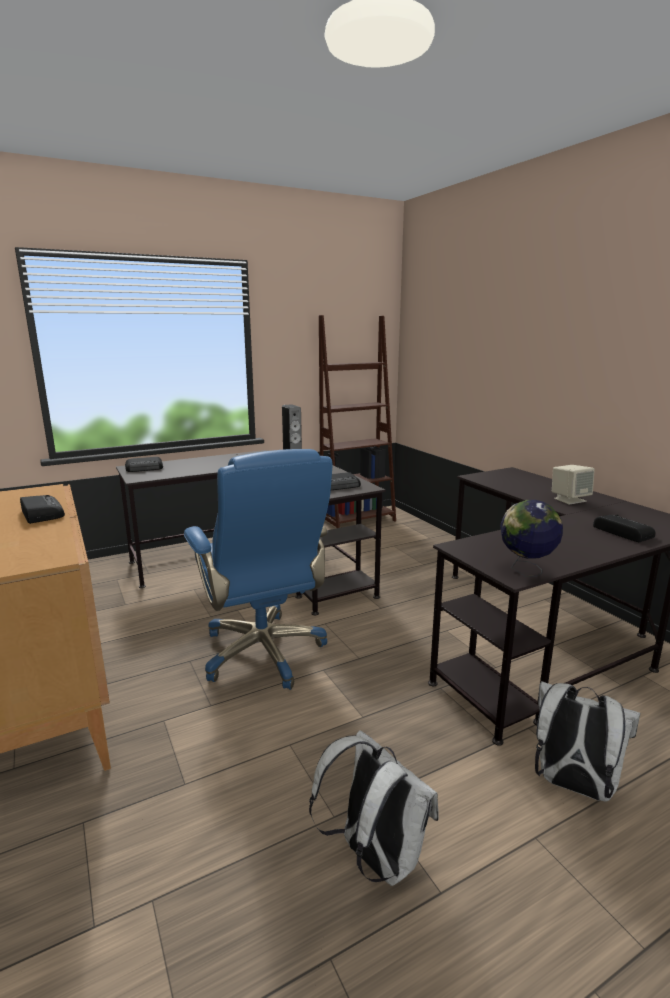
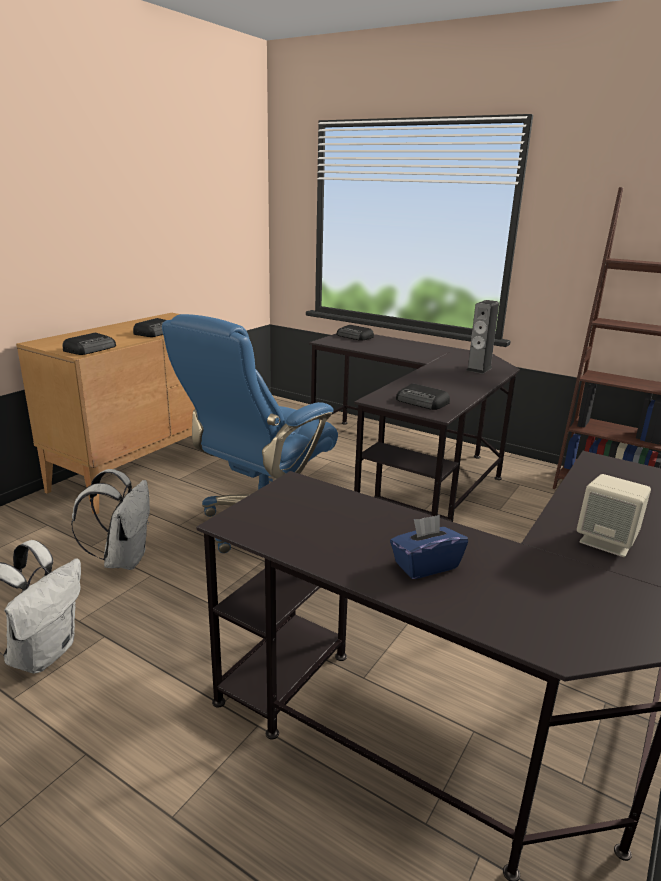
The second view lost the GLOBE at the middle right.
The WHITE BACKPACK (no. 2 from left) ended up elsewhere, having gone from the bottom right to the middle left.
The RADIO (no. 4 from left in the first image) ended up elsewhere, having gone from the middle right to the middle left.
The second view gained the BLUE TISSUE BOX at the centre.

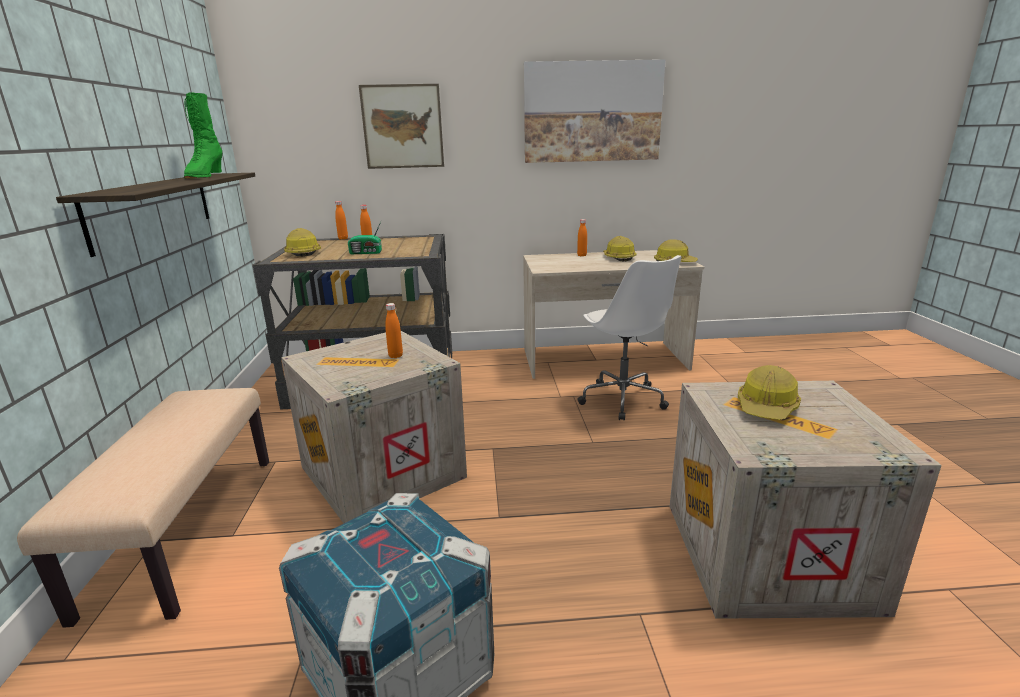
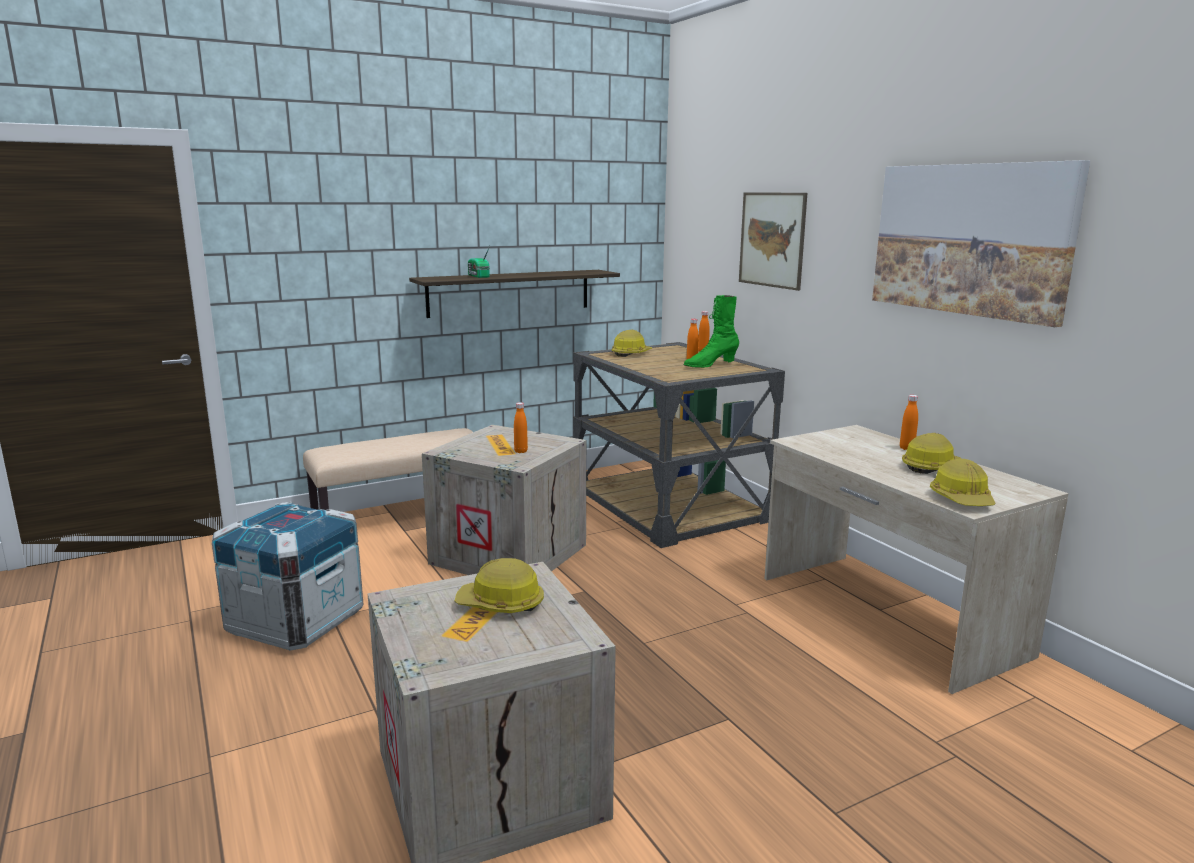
The GREEN BOOT ended up elsewhere, having gone from the top left to the centre.
The RADIO ended up elsewhere, having gone from the centre to the top centre.
The second view lost the WHITE OFFICE CHAIR at the centre.

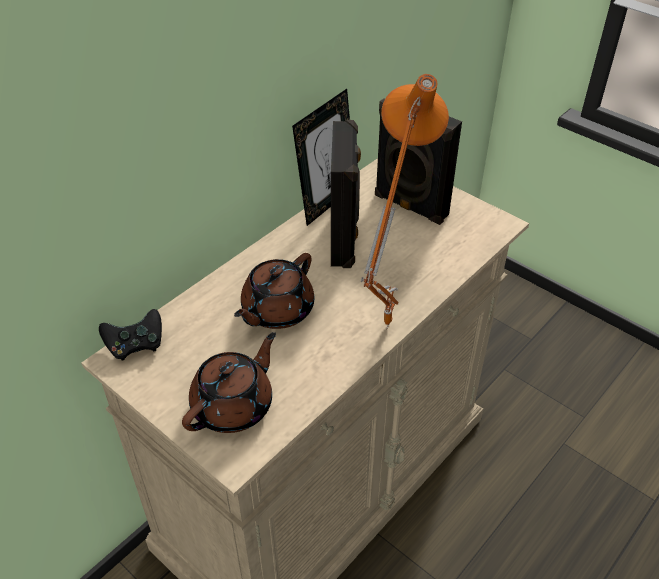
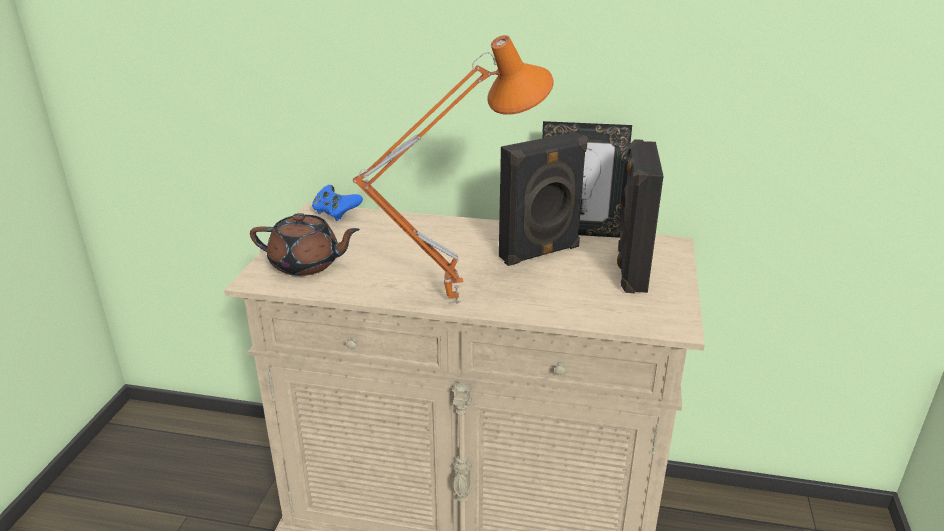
What was the BLACK GAME CONTROLLER at the middle left turned into the BLUE GAME CONTROLLER at the centre.
The second view lost the BROWN TEAPOT (no. 2 from left) at the centre.

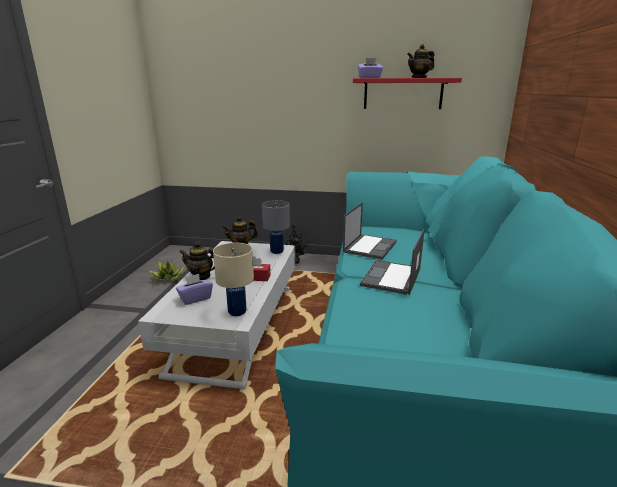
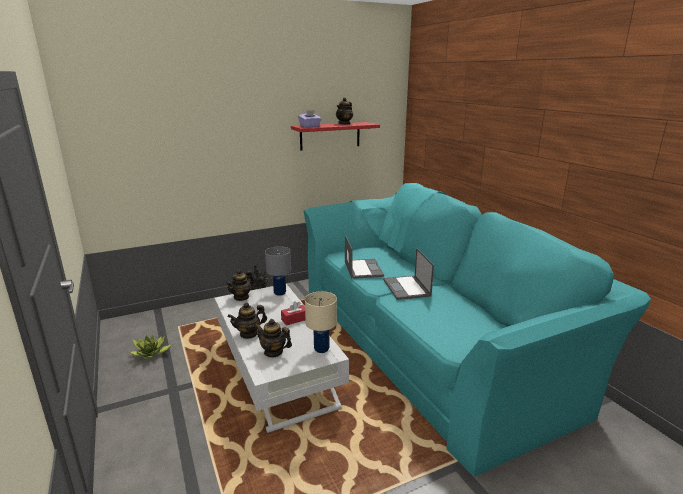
Where the PURPLE TISSUE BOX (no. 1 from left) stood at the middle left, the TEAPOT (no. 3 from left) came to stand at the bottom centre.

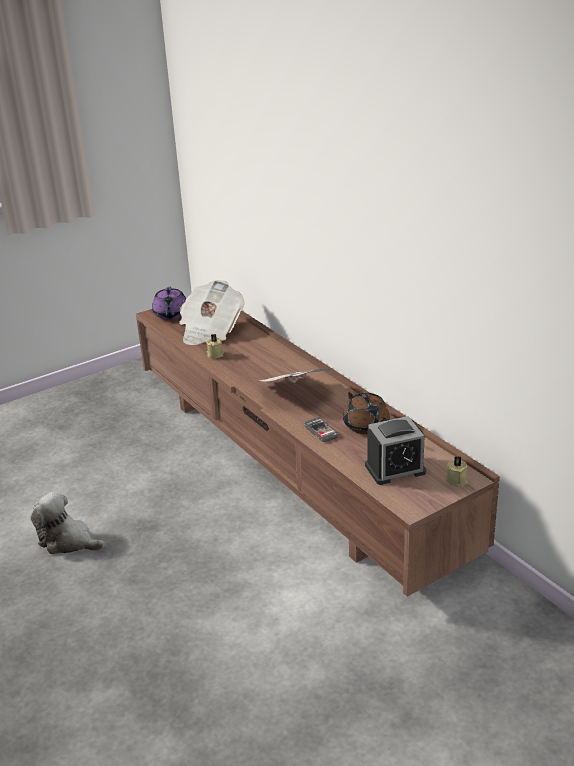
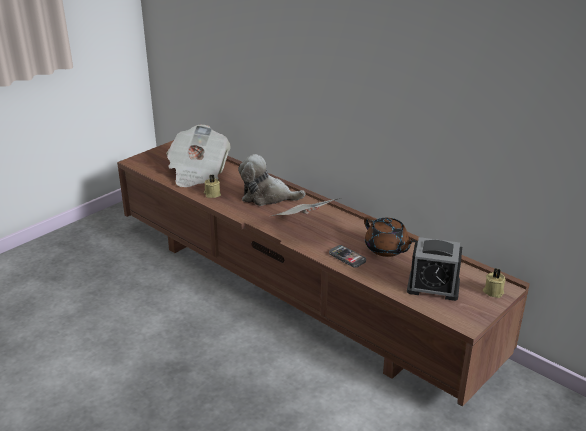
The PLUSH TOY ended up elsewhere, having gone from the bottom left to the centre.
The second view lost the PURPLE TEAPOT at the middle left.
The ALARM CLOCK at the middle right ended up facing another way, 45 degrees clockwise from before.

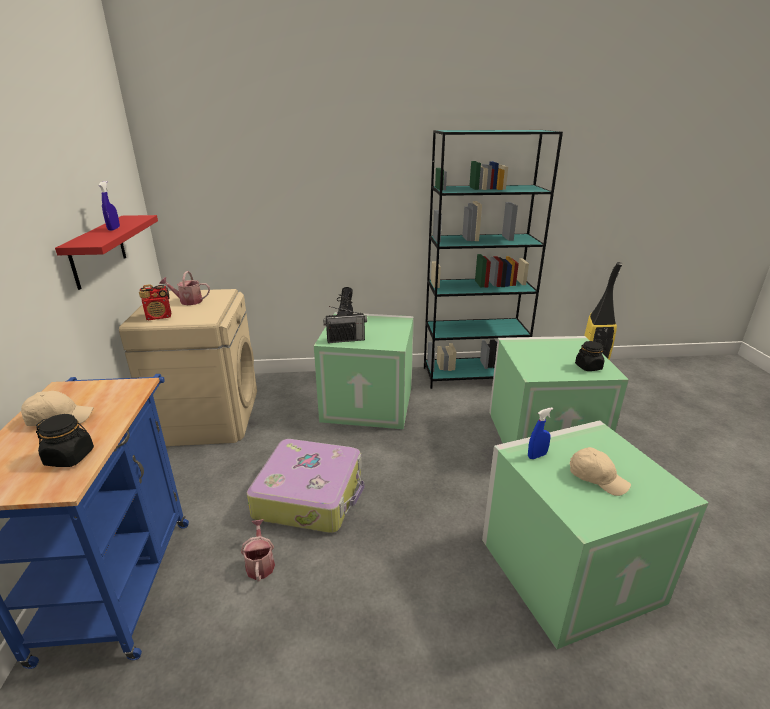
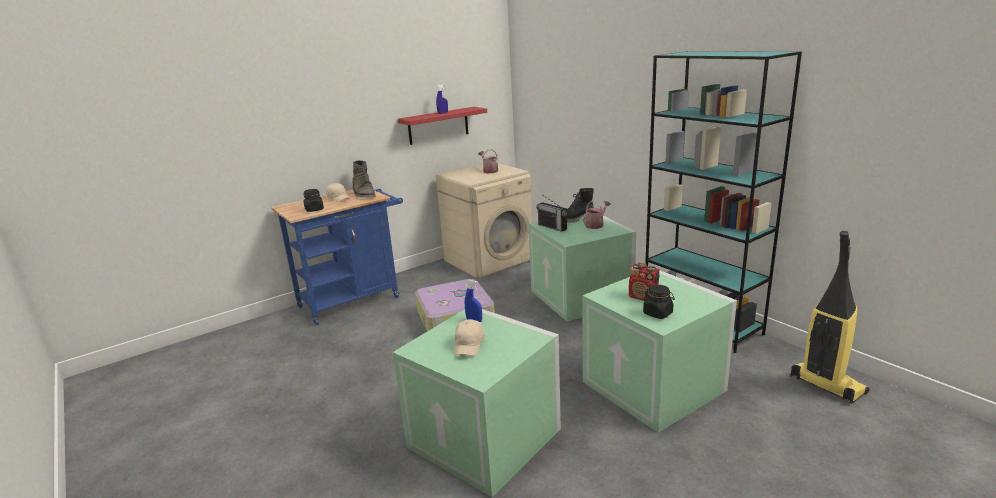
The RADIO (no. 1 from left in the first image) ended up elsewhere, having gone from the middle left to the centre.
The WATERING CAN (no. 2 from left) ended up elsewhere, having gone from the bottom centre to the centre.
The second view gained the GREEN BOOT at the centre.

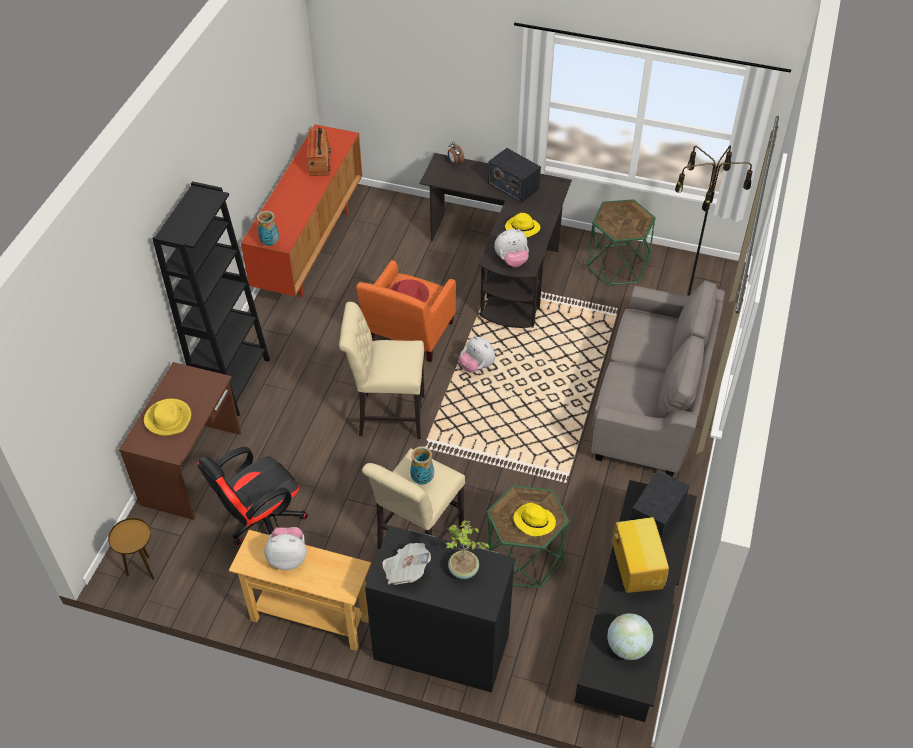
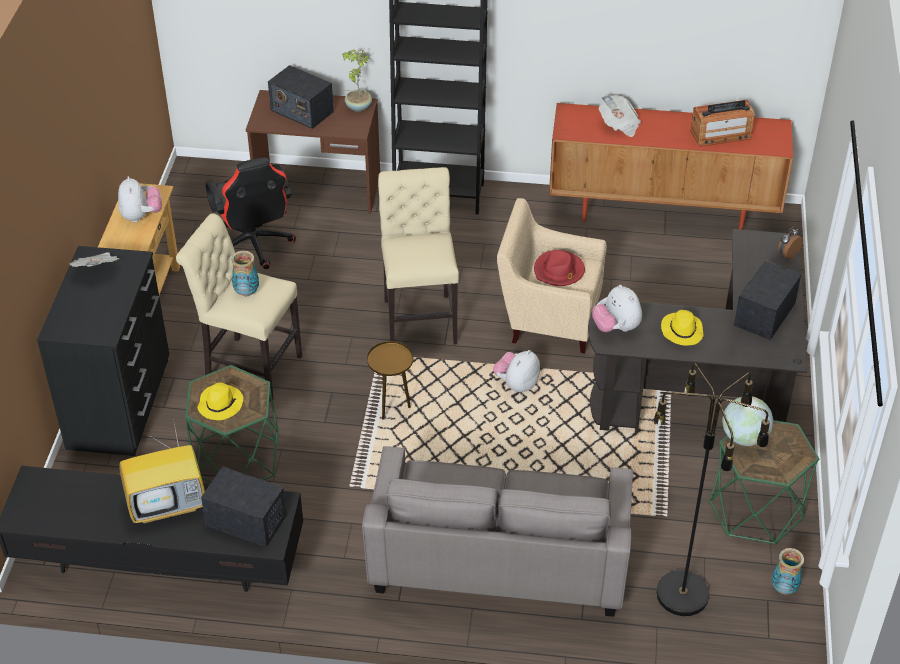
The BROWN SIDE TABLE ended up elsewhere, having gone from the bottom left to the centre.
Where the YELLOW HAT (no. 1 from left) stood at the middle left, the RADIO (no. 2 from left) came to stand at the top centre.
The BLACK OFFICE CHAIR at the middle left ended up facing another way, 150 degrees counterclockwise from before.
The VASE (no. 1 from left in the first image) ended up elsewhere, having gone from the top left to the bottom right.
What was the ORANGE ARMCHAIR at the centre turned into the BEIGE ARMCHAIR at the centre.
The POTTED PLANT ended up elsewhere, having gone from the bottom centre to the top centre.
The GLOBE ended up elsewhere, having gone from the bottom right to the middle right.
The second view gained the NEWSPAPER (no. 2 from left) at the top right.

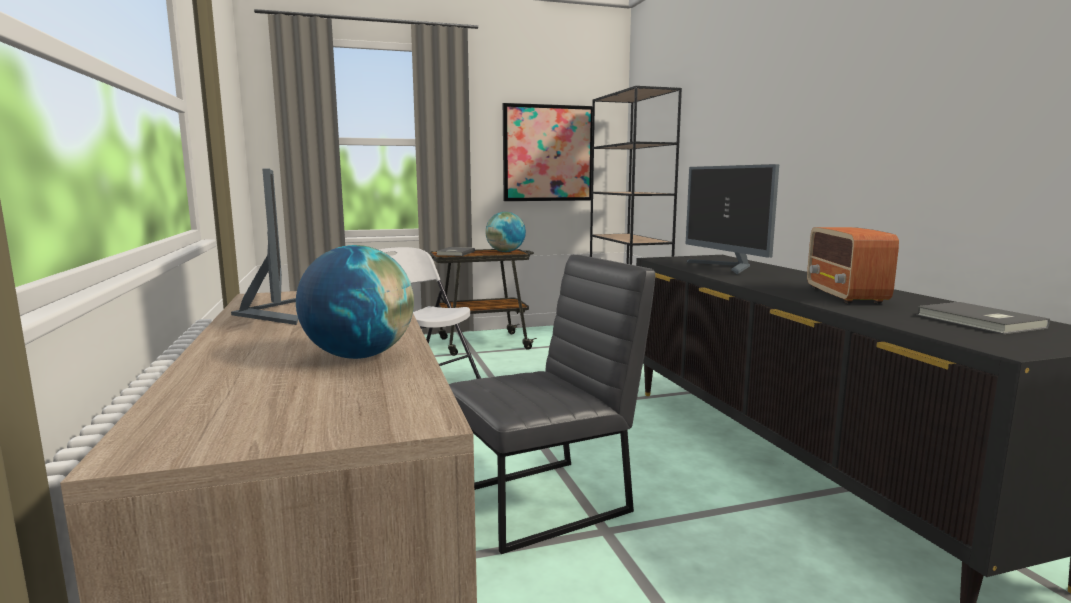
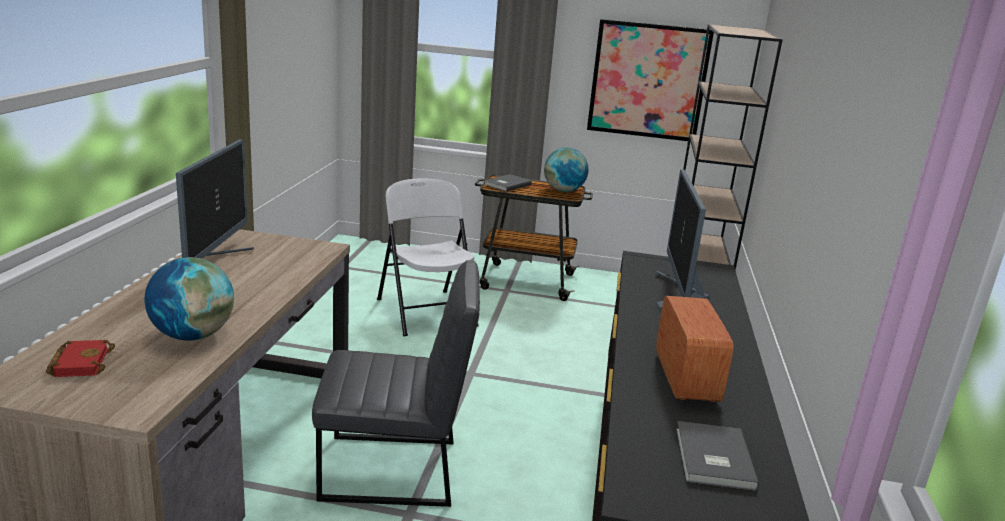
The RADIO at the middle right ended up facing another way, 150 degrees clockwise from before.
The second view gained the RED BOOK at the bottom left.

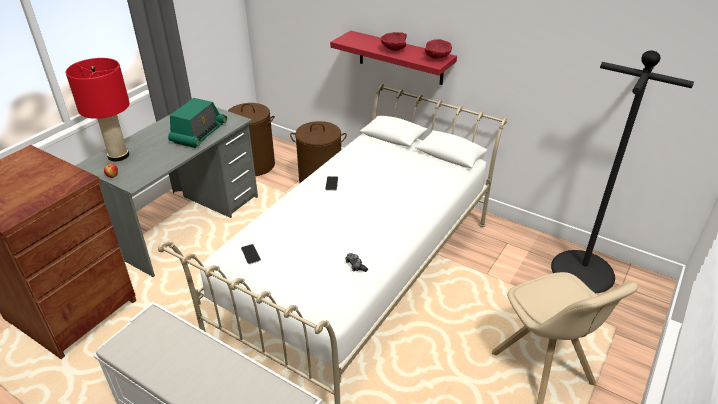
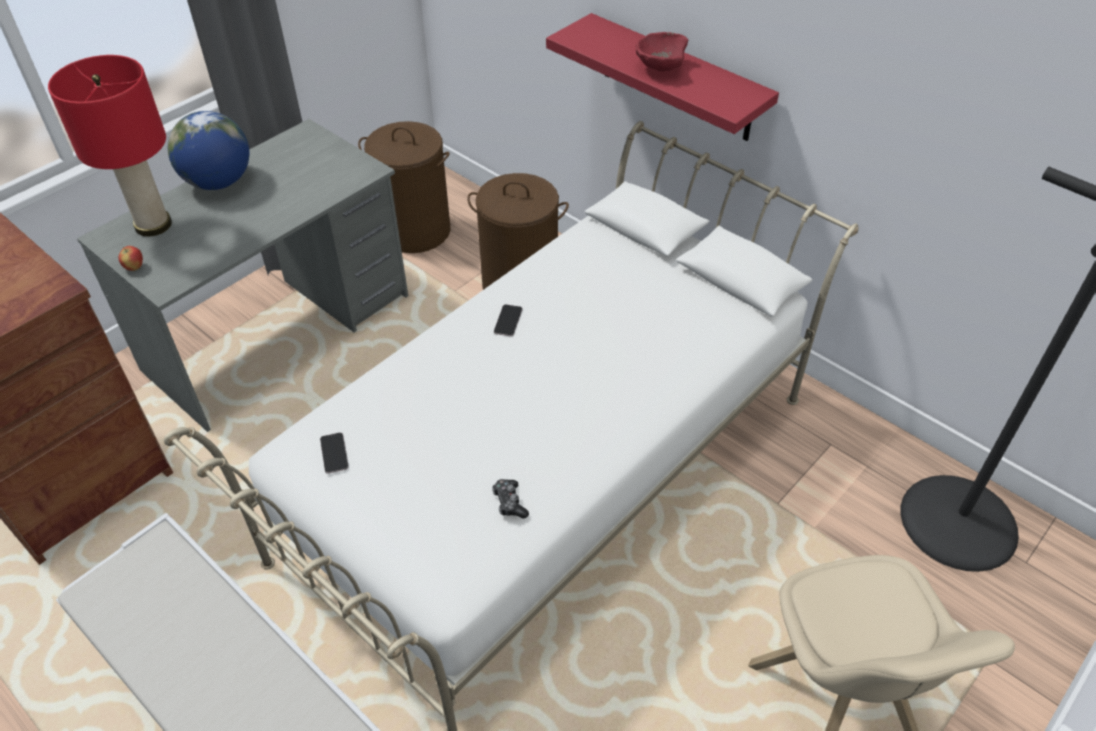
The second view lost the RADIO at the top left.
The second view lost the RED BOWL (no. 2 from left) at the top centre.
The second view gained the GLOBE at the top left.

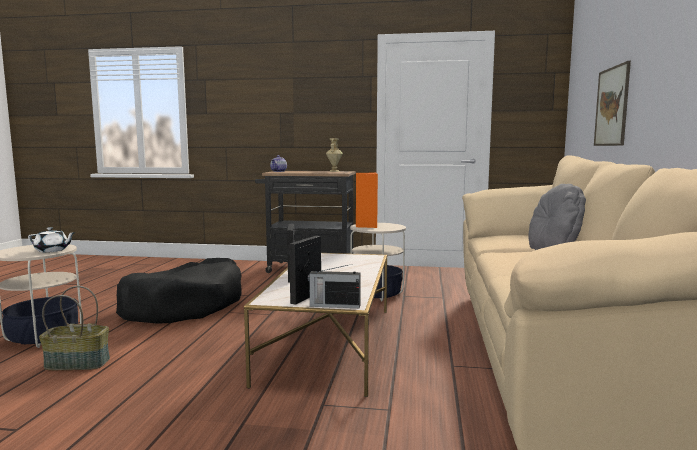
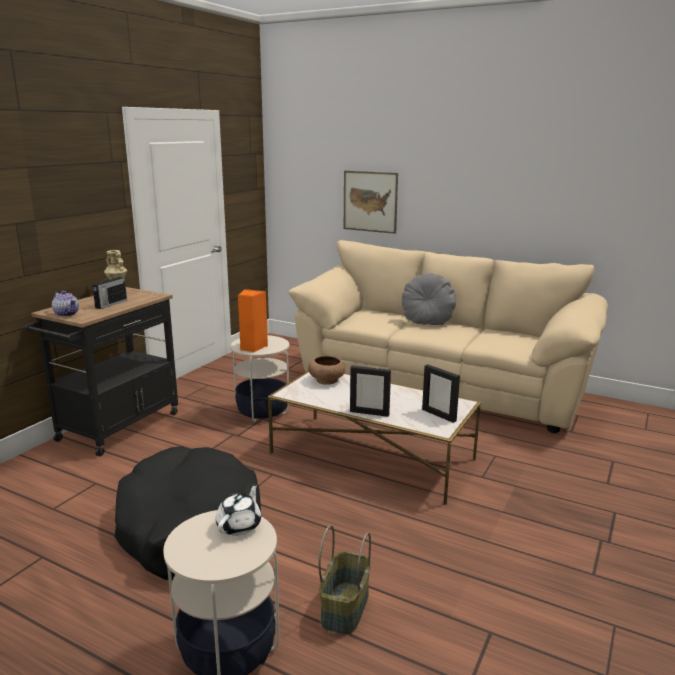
The RADIO ended up elsewhere, having gone from the centre to the middle left.
The second view gained the BROWN BOWL at the centre.

